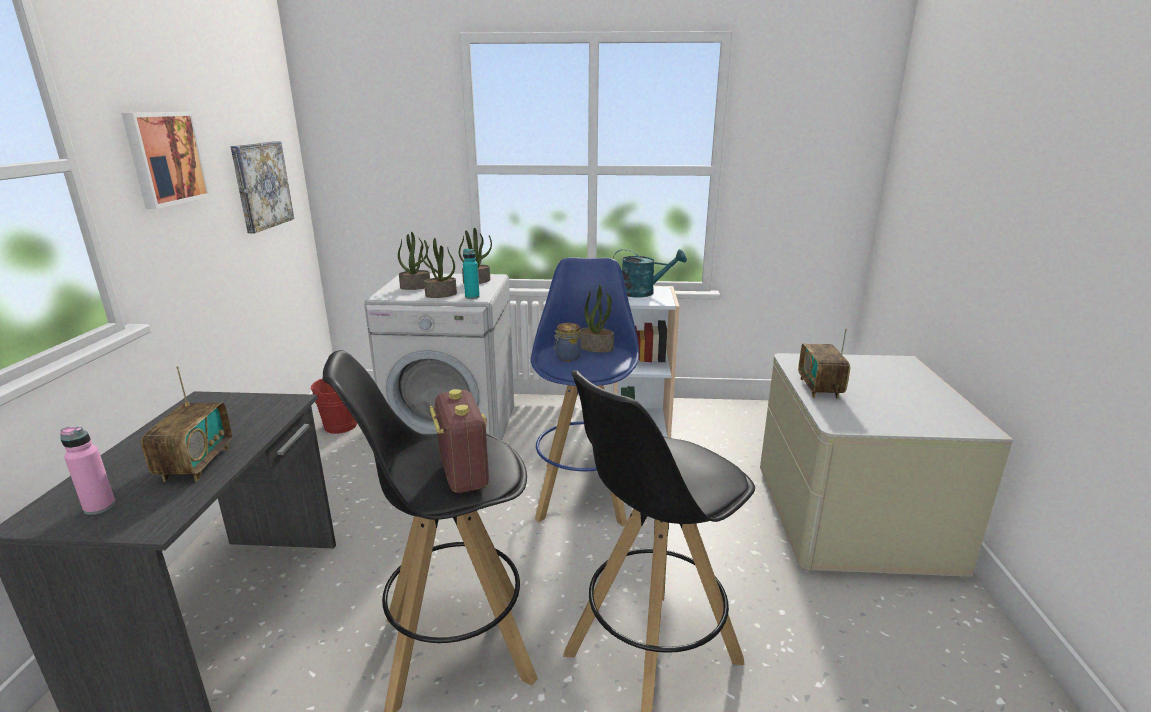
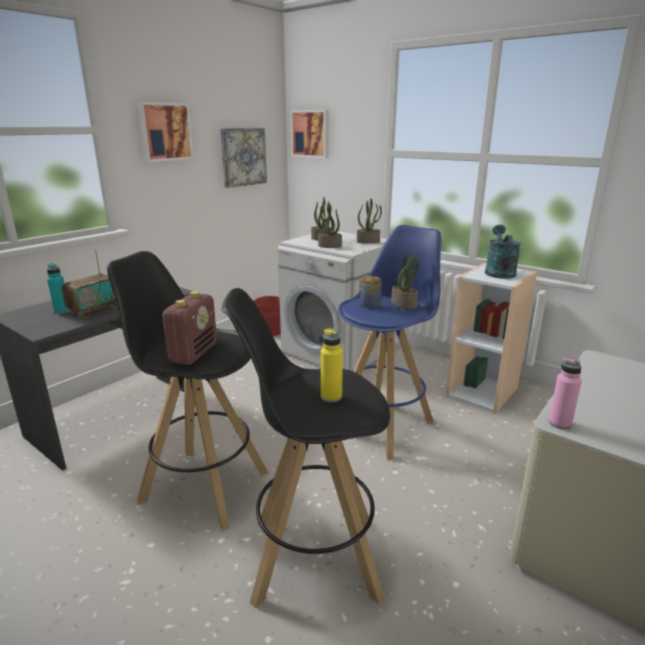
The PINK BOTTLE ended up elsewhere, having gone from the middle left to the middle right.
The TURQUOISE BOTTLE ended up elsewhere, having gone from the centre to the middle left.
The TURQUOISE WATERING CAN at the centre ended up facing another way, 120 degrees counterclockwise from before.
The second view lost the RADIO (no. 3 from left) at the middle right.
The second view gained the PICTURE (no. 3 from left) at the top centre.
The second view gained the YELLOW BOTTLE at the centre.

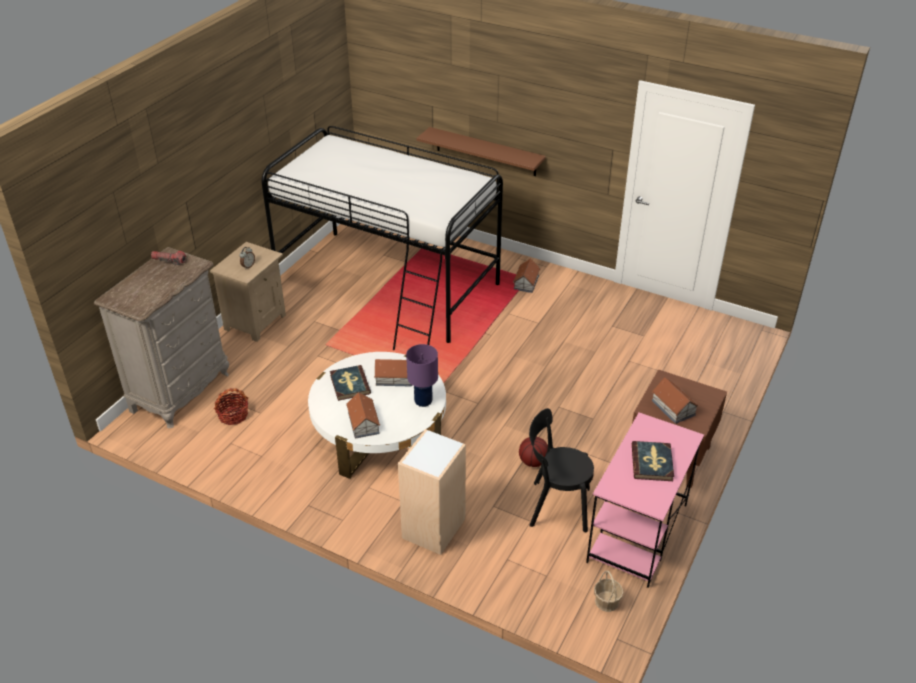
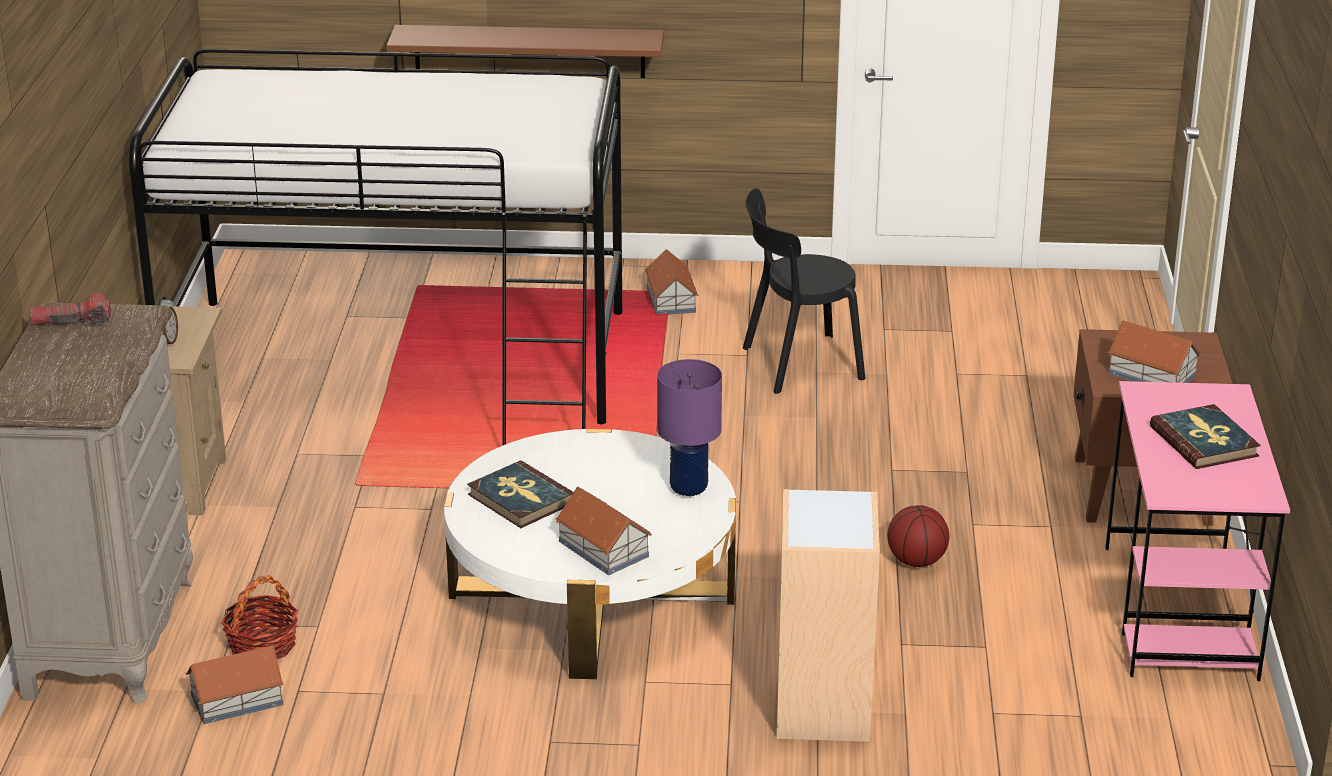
The TOY HOUSE (no. 2 from left in the first image) ended up elsewhere, having gone from the centre to the bottom left.
The BLACK CHAIR ended up elsewhere, having gone from the bottom centre to the centre.
The second view lost the BASKET (no. 2 from left) at the bottom centre.

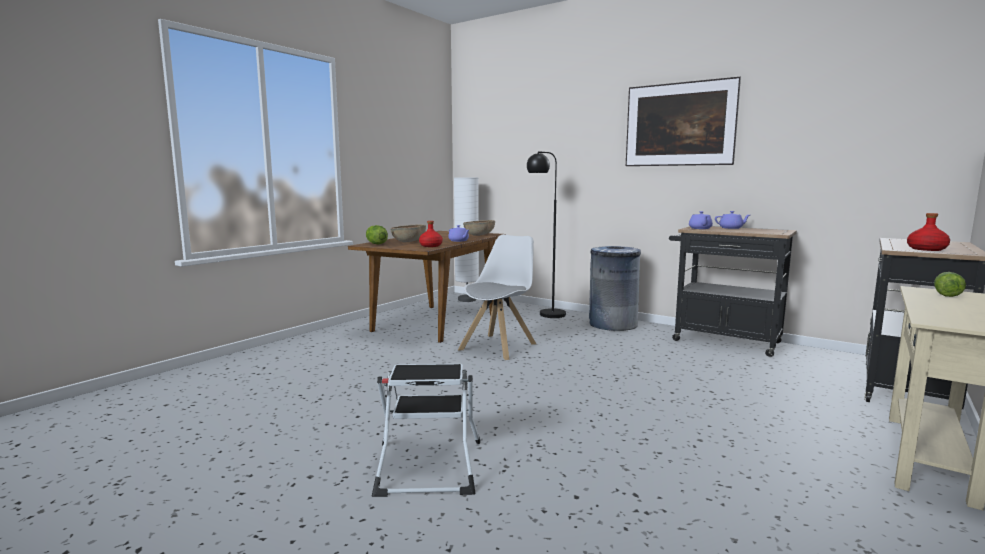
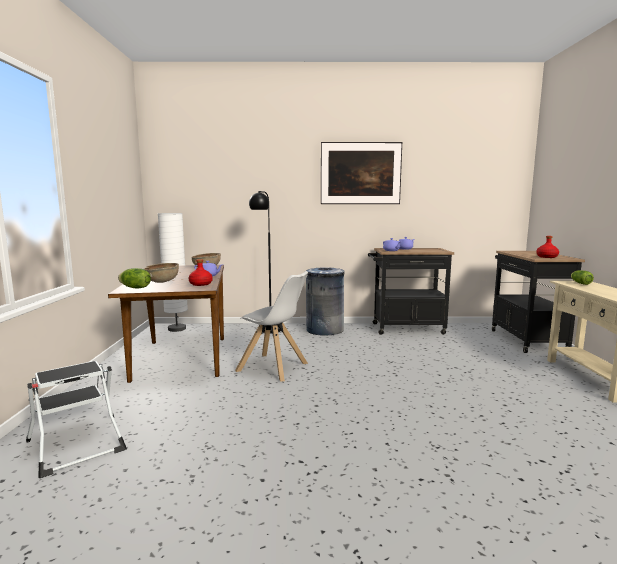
The STEP LADDER ended up elsewhere, having gone from the bottom centre to the bottom left.
The CHAIR at the centre ended up facing another way, 120 degrees clockwise from before.

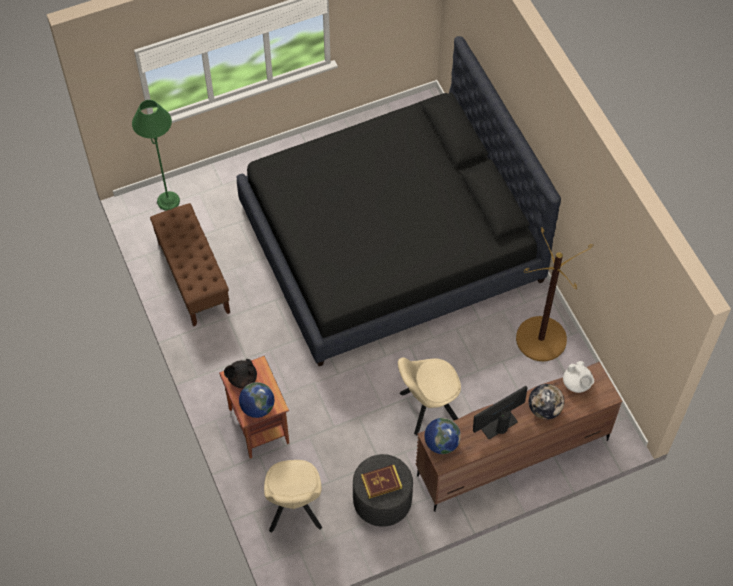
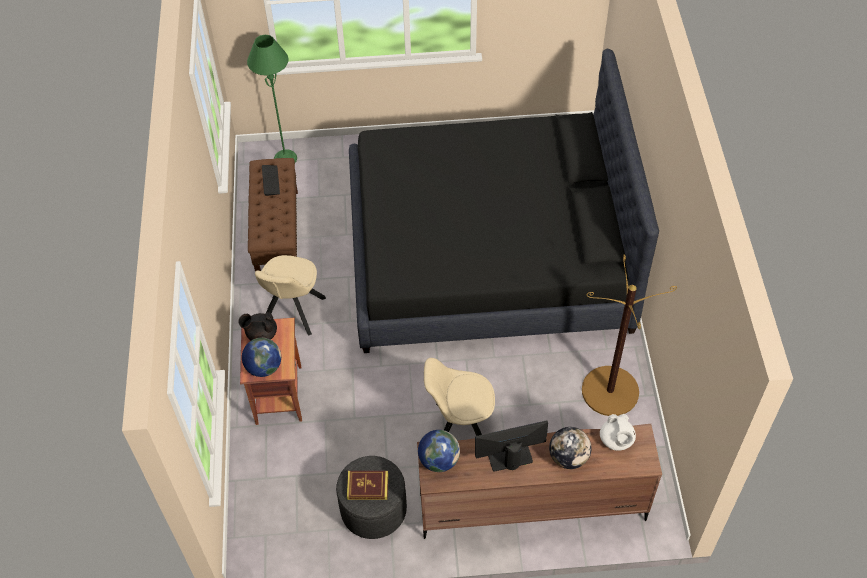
The BEIGE CHAIR (no. 1 from left) ended up elsewhere, having gone from the bottom centre to the centre.
The second view gained the KEYBOARD at the top left.

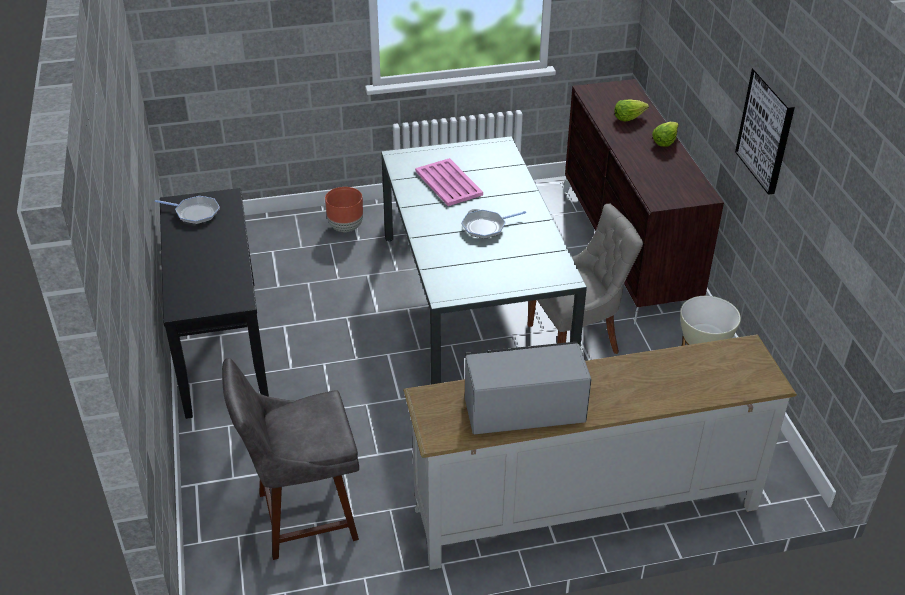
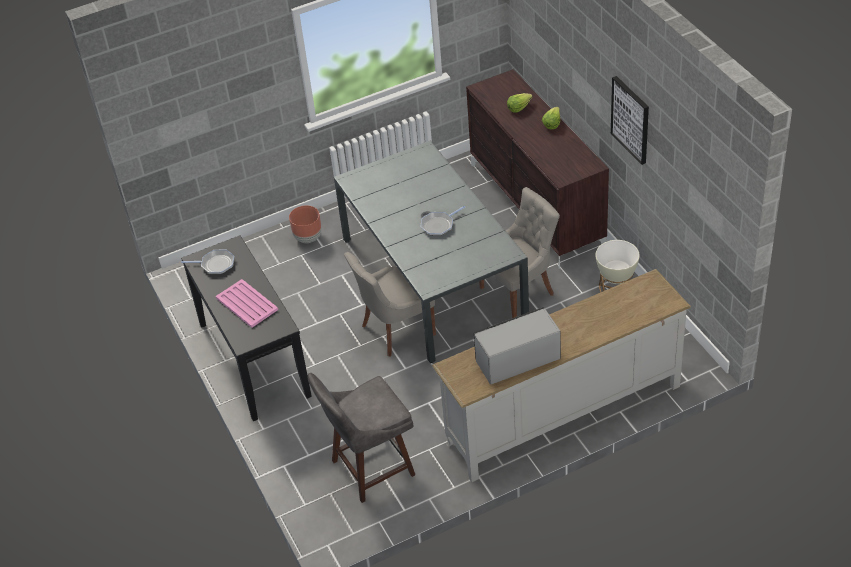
The PINK TRAY ended up elsewhere, having gone from the top centre to the middle left.
The second view gained the GREY CHAIR (no. 1 from left) at the centre.

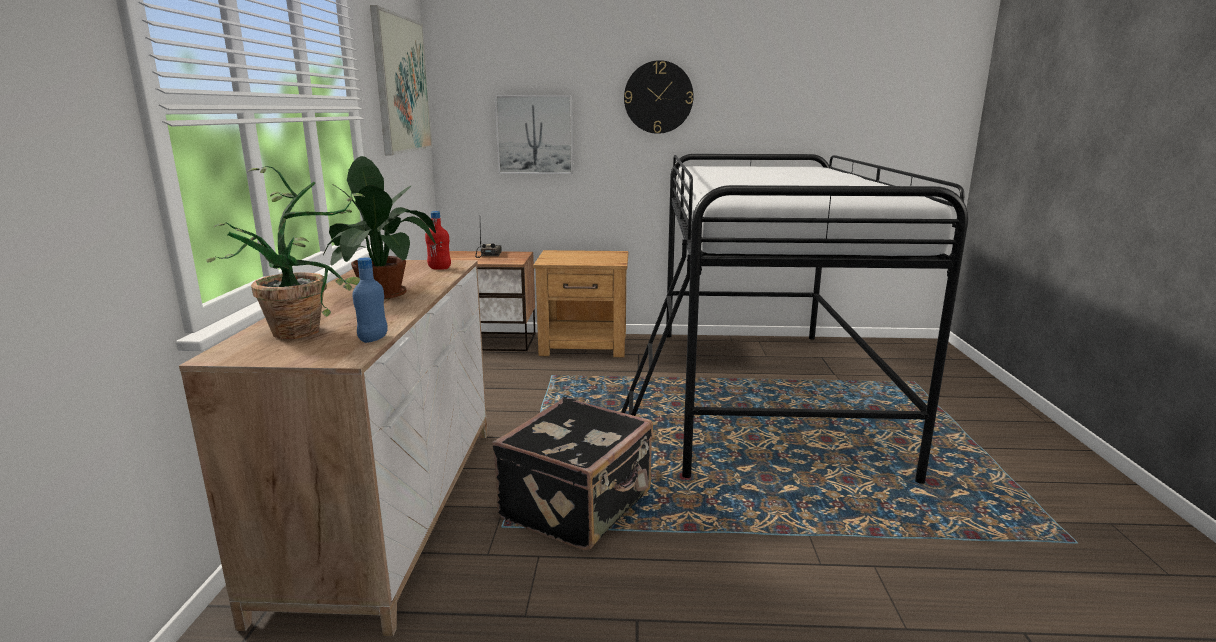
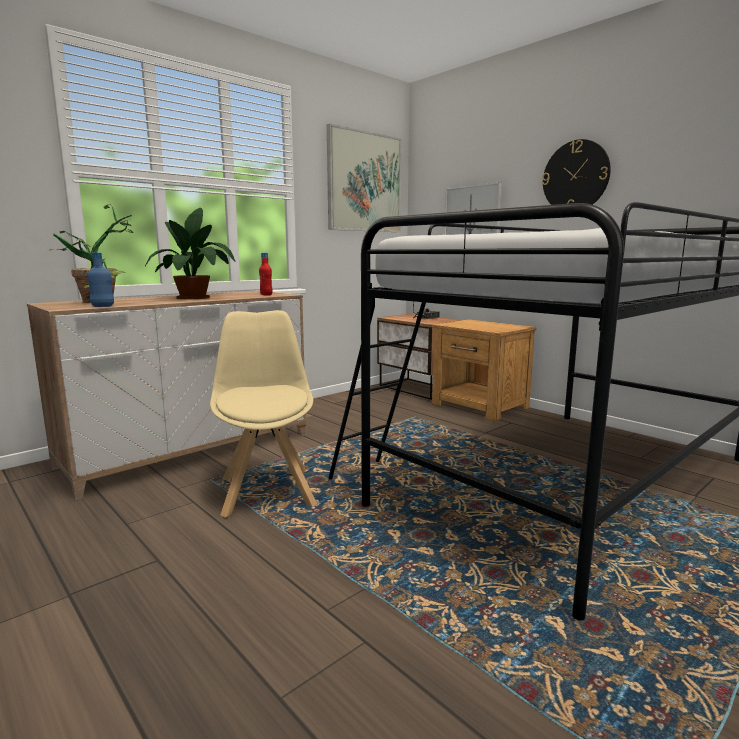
Where the BLACK SUITCASE stood at the bottom centre, the BEIGE CHAIR came to stand at the centre.

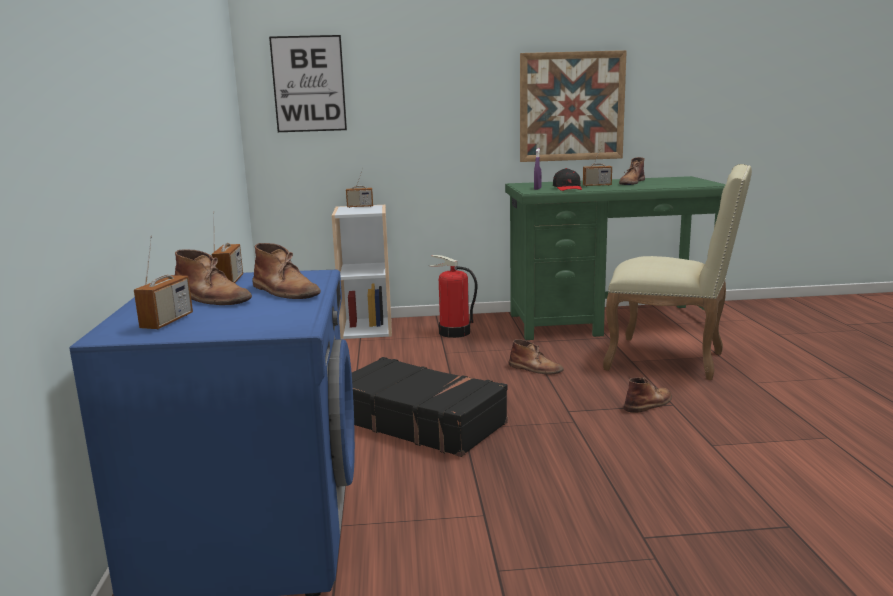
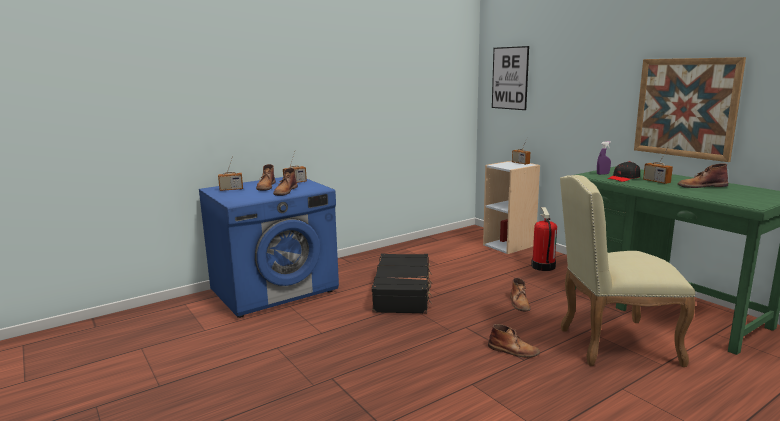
The BEIGE CHAIR at the middle right ended up facing another way, 90 degrees clockwise from before.

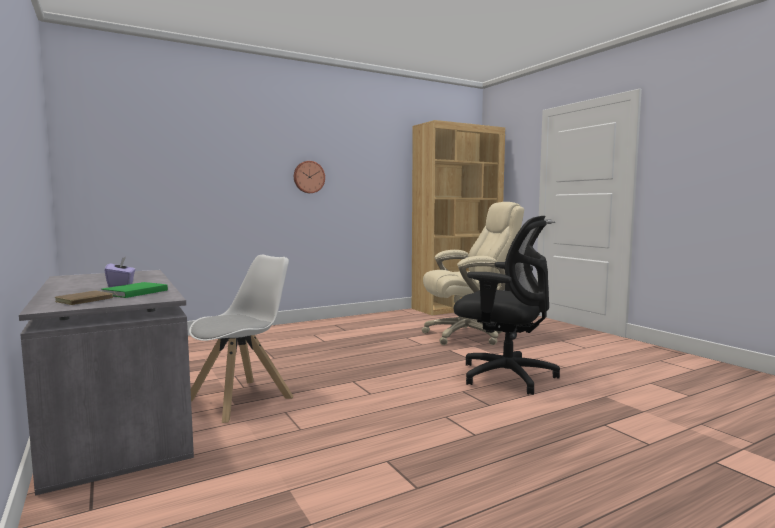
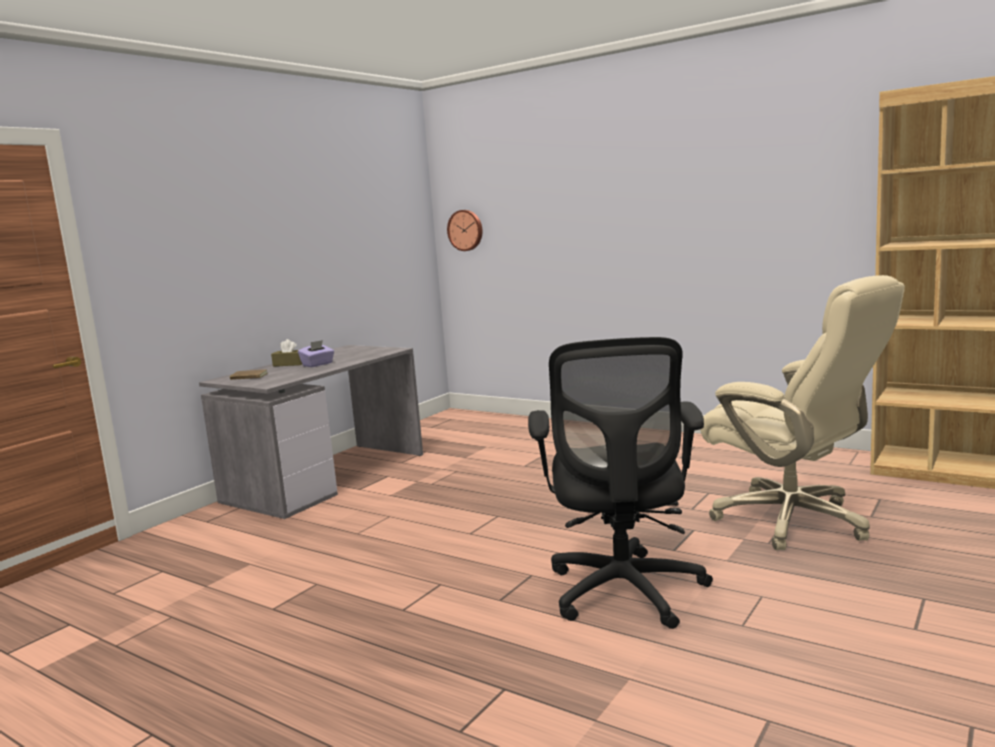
The second view lost the GREEN BOOK at the middle left.
The second view lost the CHAIR at the middle left.
The WALL CLOCK ended up elsewhere, having gone from the centre to the top centre.
The second view gained the BROWN TISSUE BOX at the middle left.

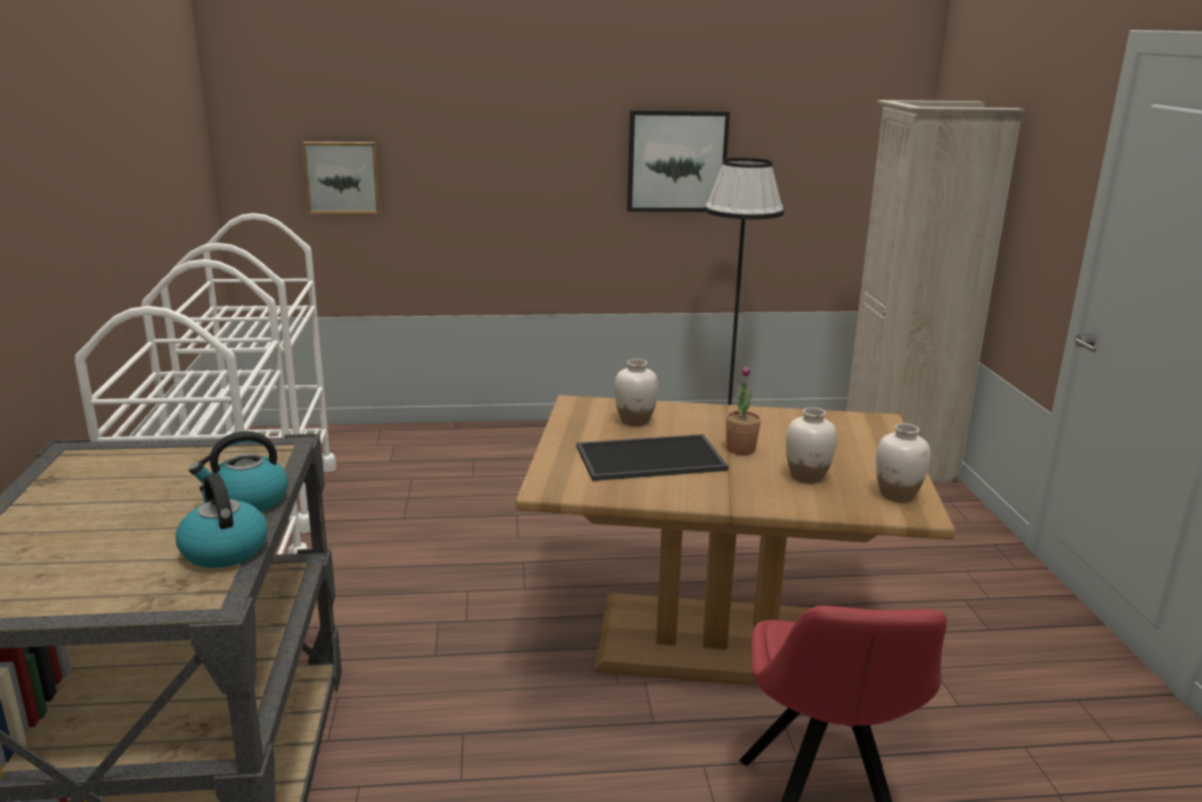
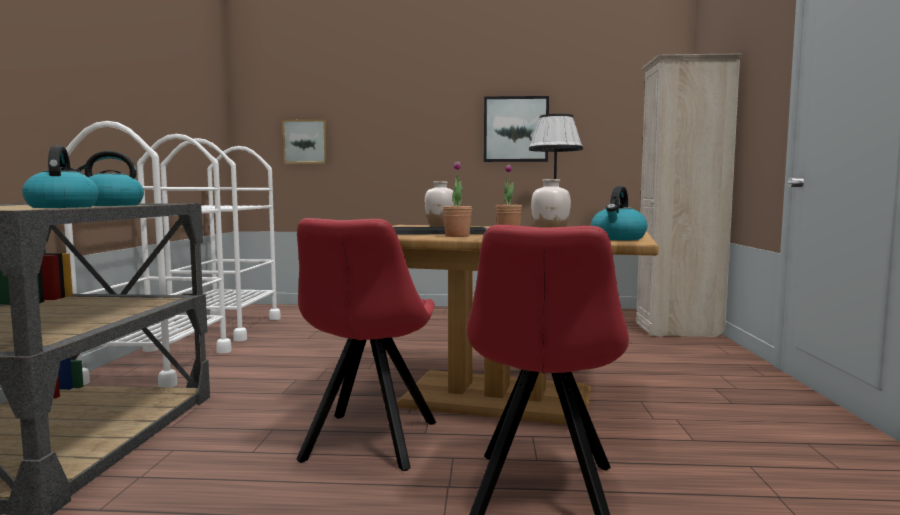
Where the WHITE VASE (no. 3 from left) stood at the middle right, the KETTLE (no. 3 from left) came to stand at the middle right.
The second view gained the RED CHAIR (no. 1 from left) at the bottom centre.
The second view gained the POTTED PLANT (no. 1 from left) at the centre.

